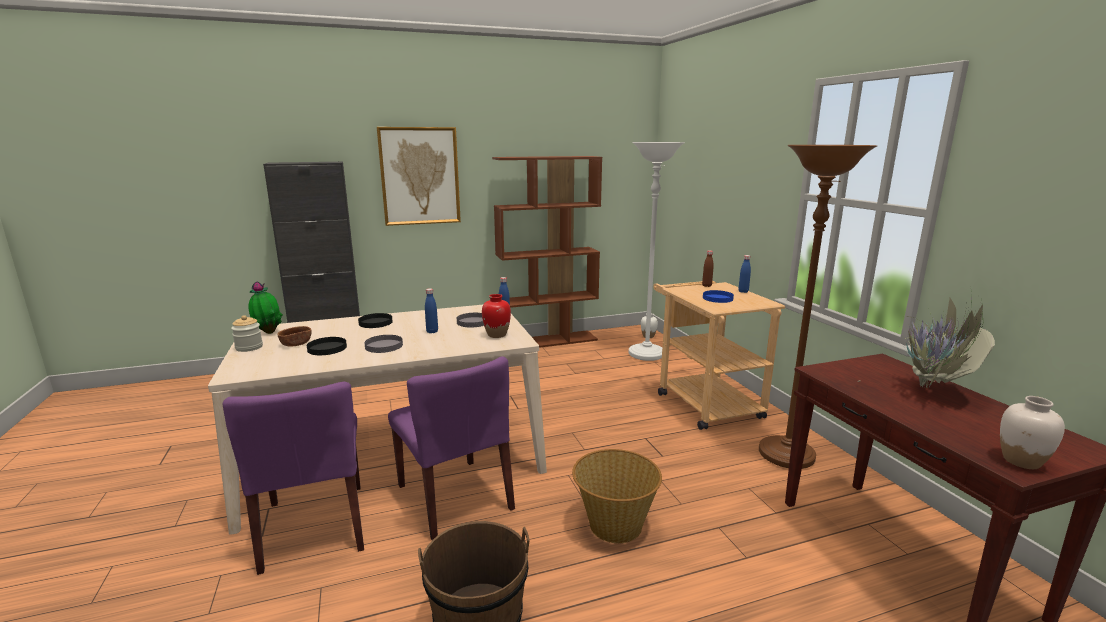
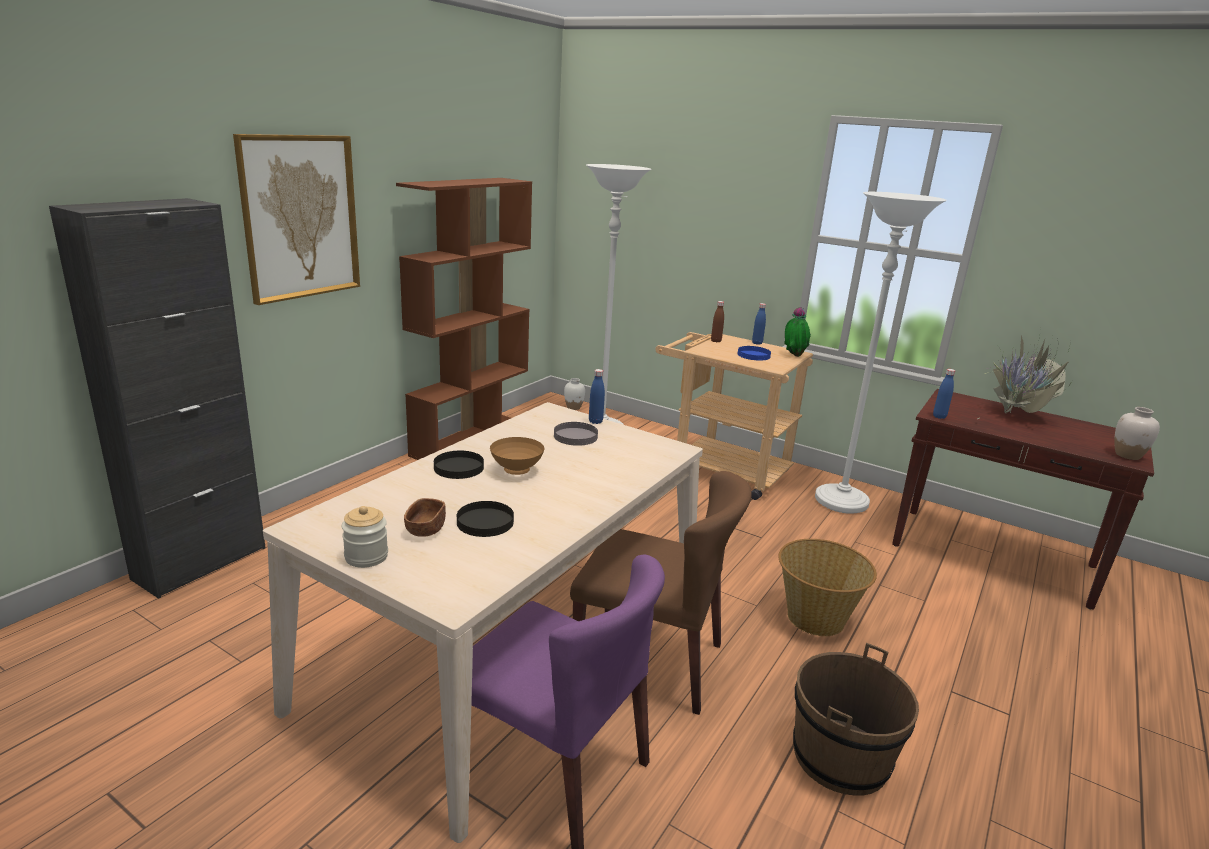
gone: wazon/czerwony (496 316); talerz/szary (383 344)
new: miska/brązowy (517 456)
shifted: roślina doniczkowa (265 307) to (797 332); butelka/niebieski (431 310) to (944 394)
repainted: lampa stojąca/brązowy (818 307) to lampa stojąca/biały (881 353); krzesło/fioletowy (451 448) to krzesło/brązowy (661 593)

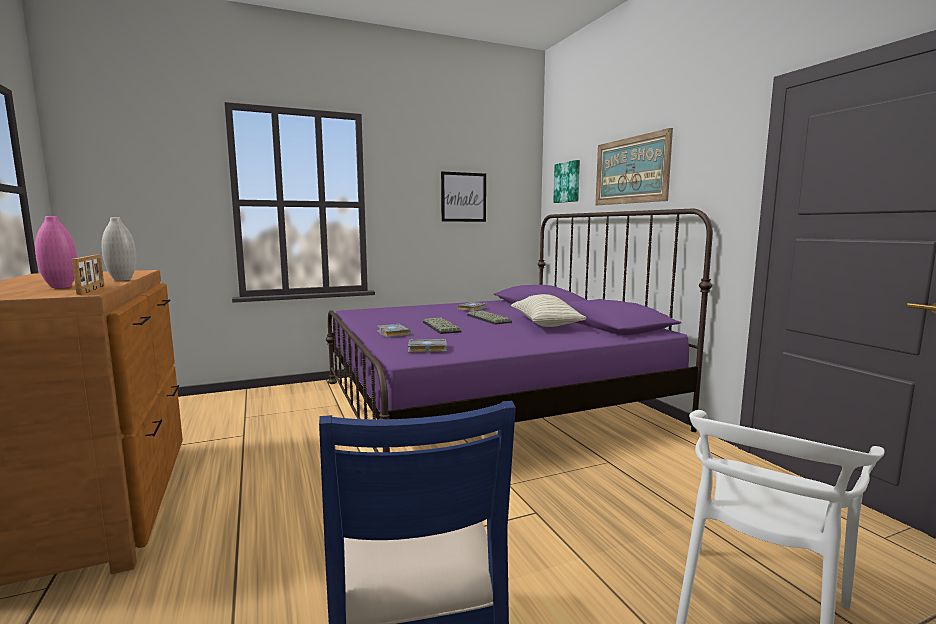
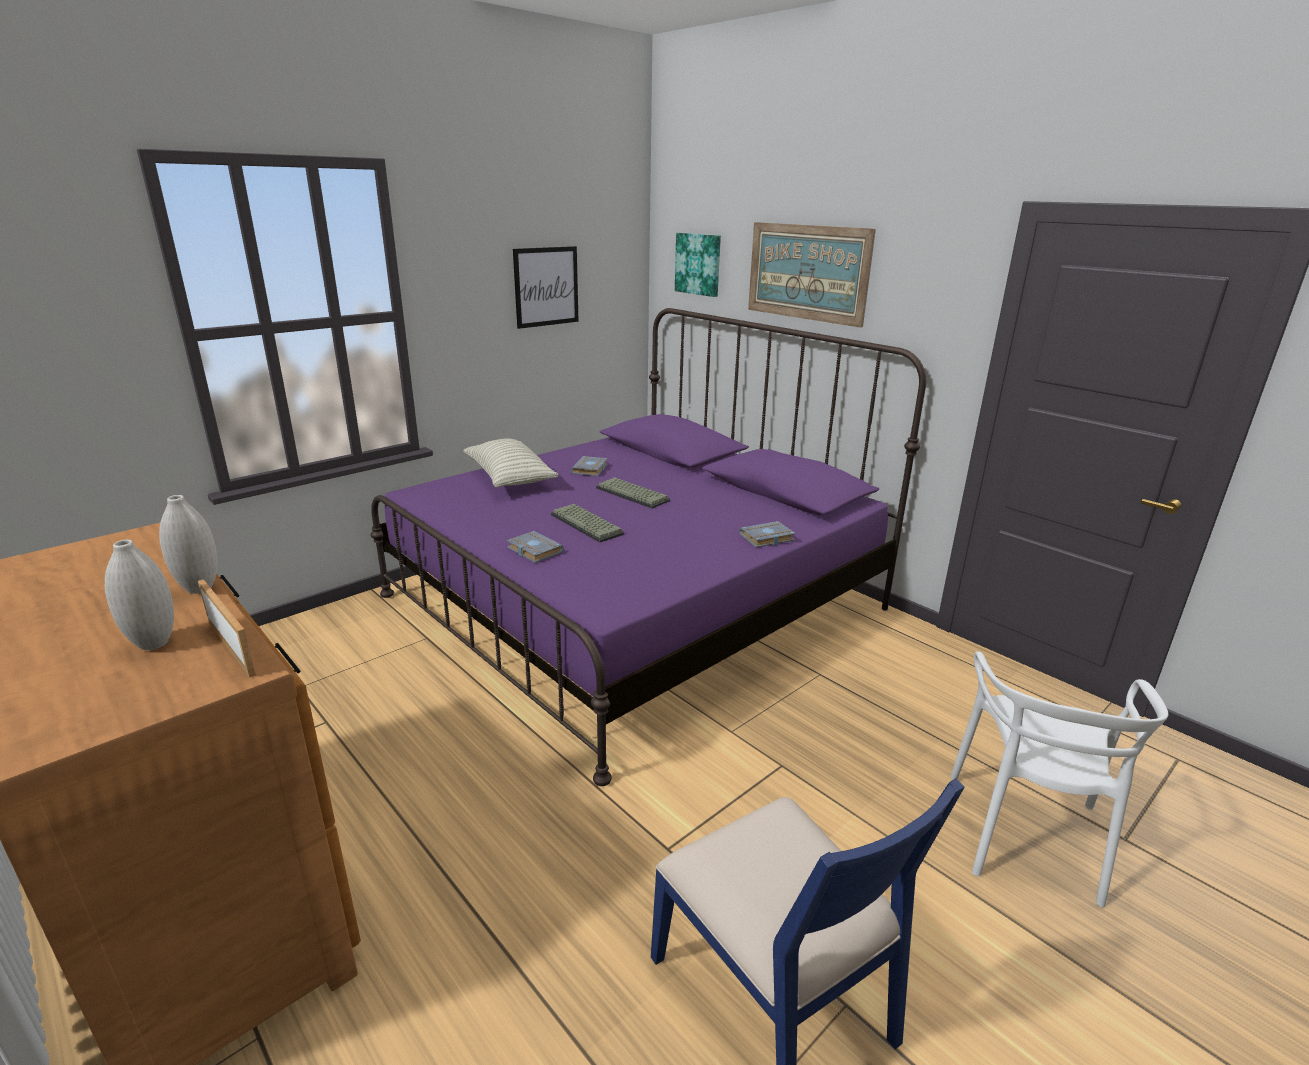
shifted: poduszka (548 310) to (511 463); książka/szary (427 346) to (767 534)
repainted: wazon/różowy (56 252) to wazon/biały (139 595)

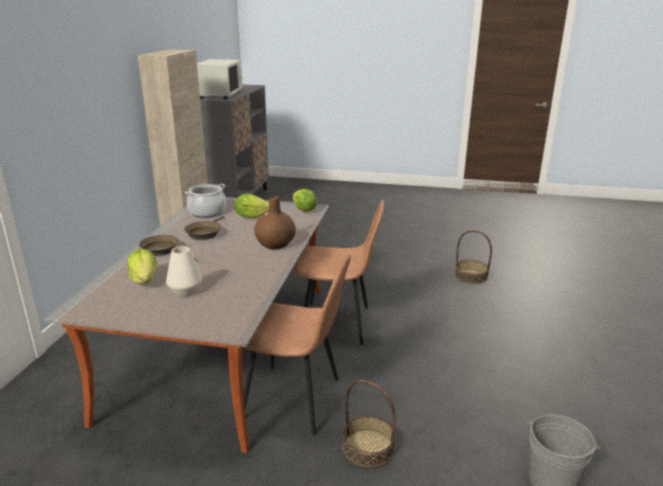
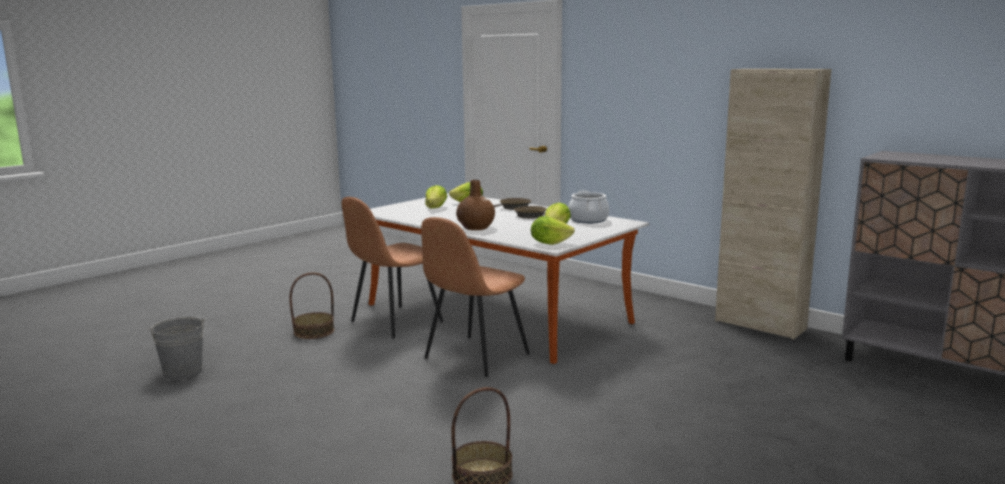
gone: mikrofalówka/biały (220 79)
swapped: wazon/biały (184 271) to sałata (436 196)

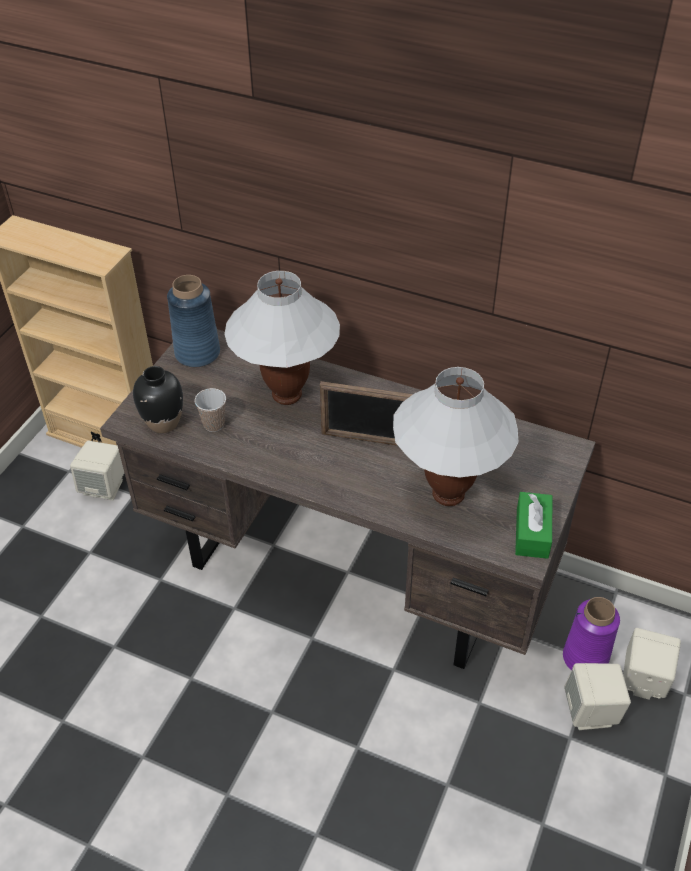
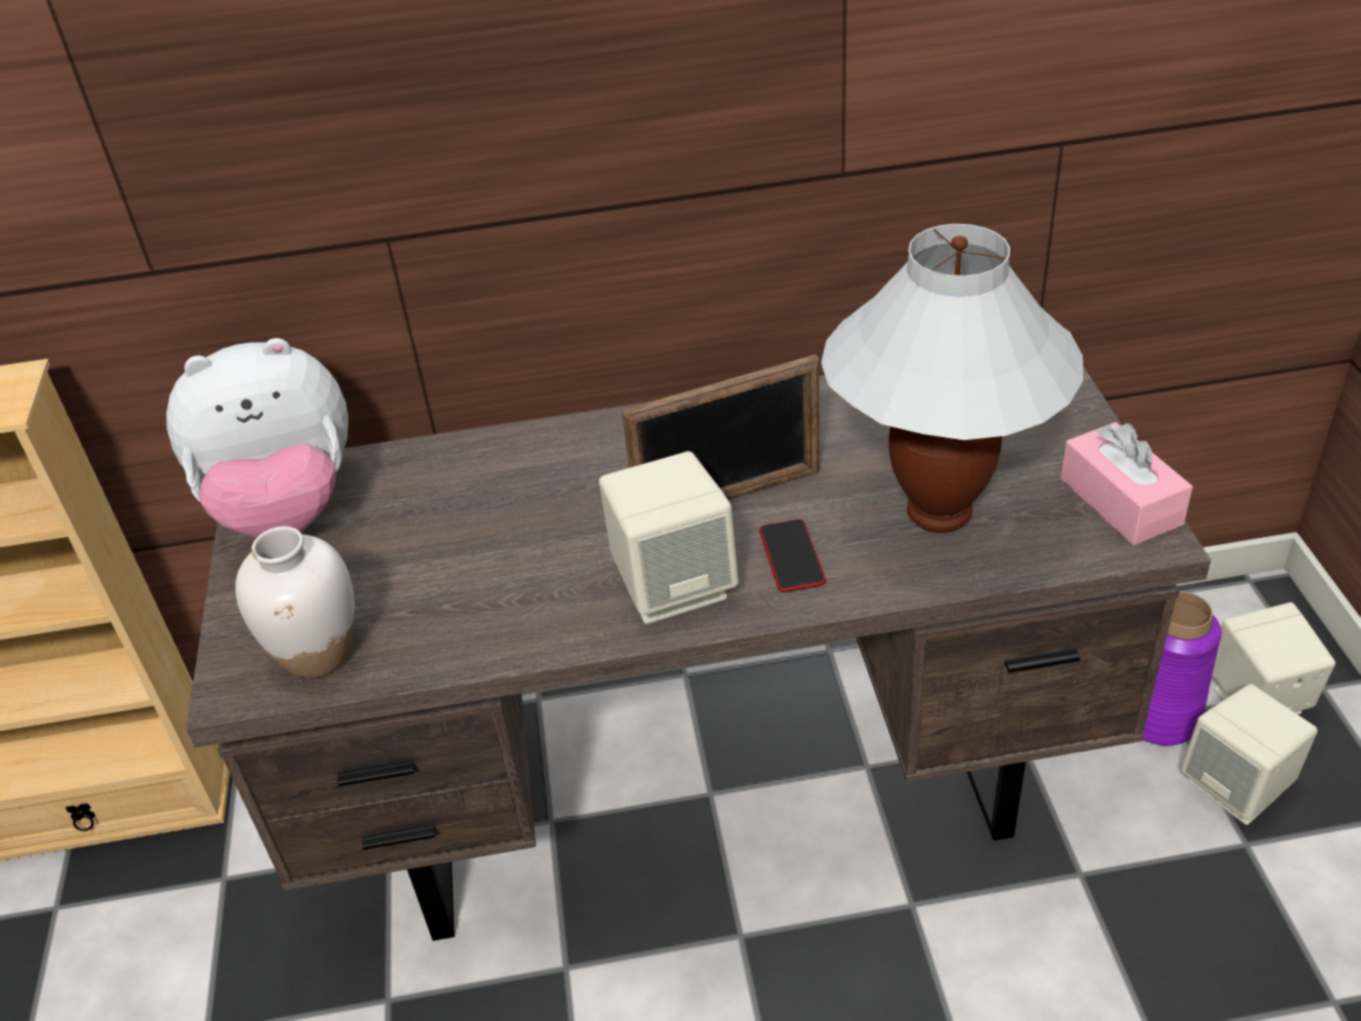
gone: lampa stołowa/biały (282 338); filiżanka (210 410)
new: telefon (792 555)
shifted: głośnik/beżowy (97 471) to (669 537)
swapped: wazon/niebieski (193 321) to pluszak (257 438)
repainted: wazon/czarny (158 399) to wazon/biały (295 602); pudełko chusteczek/zielony (533 525) to pudełko chusteczek/różowy (1127 483)

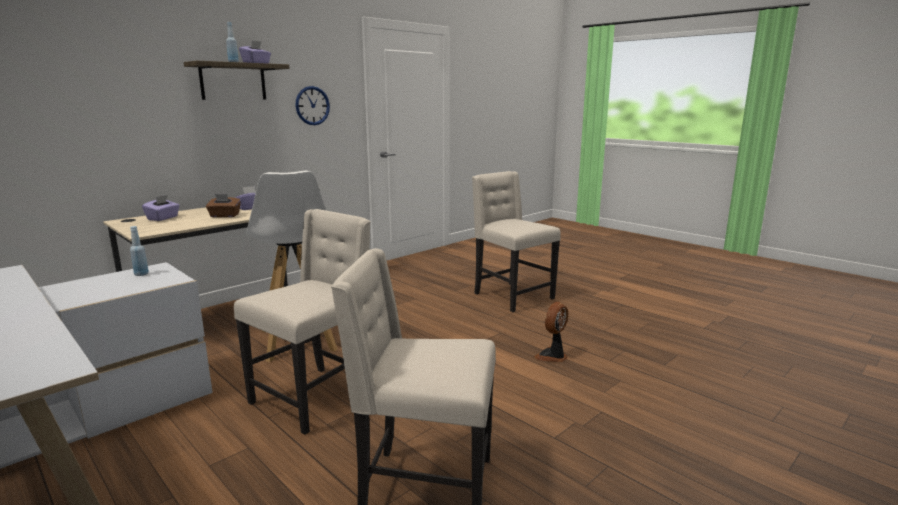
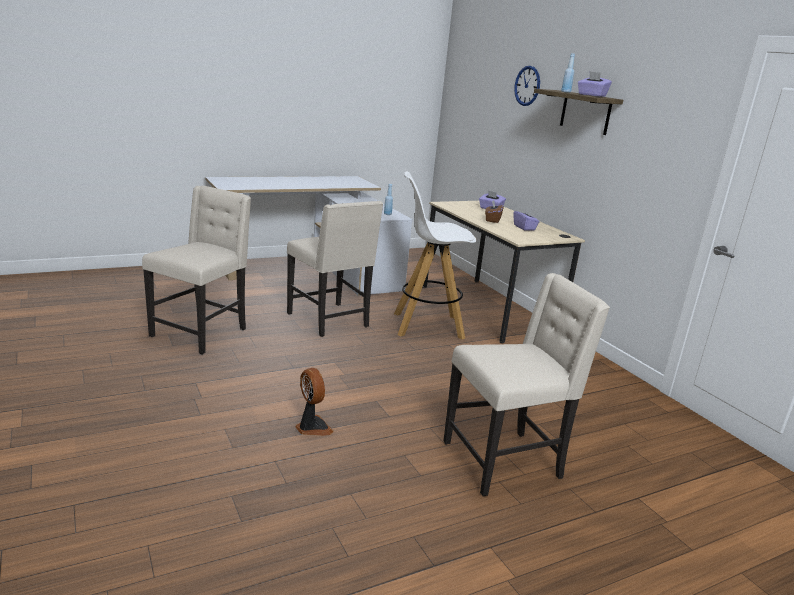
shifted: zegar ścienny (312 105) to (527 86)

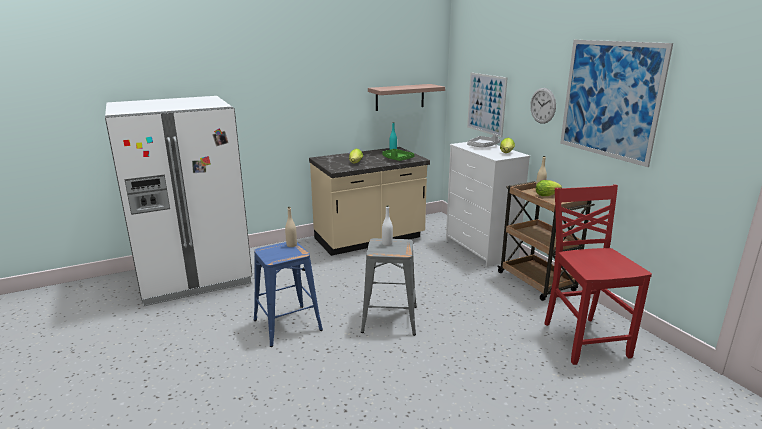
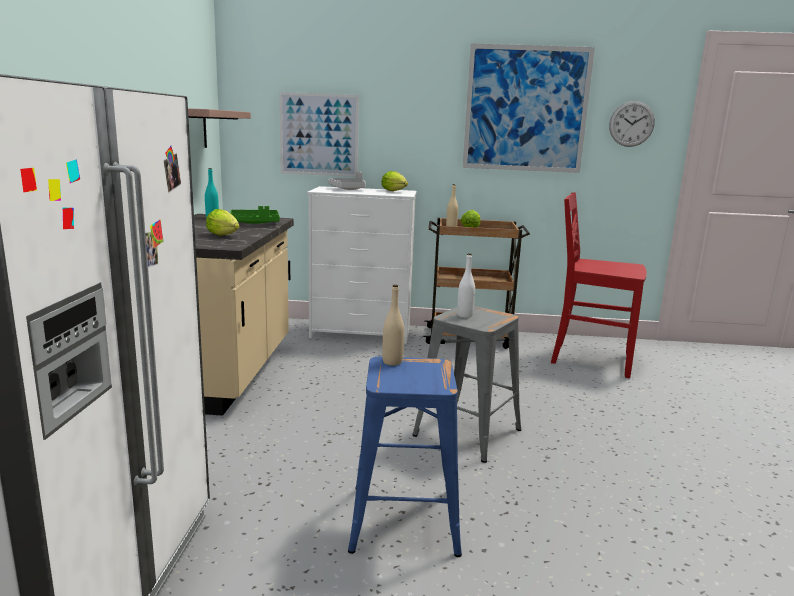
shifted: zegar ścienny (543 106) to (632 124)

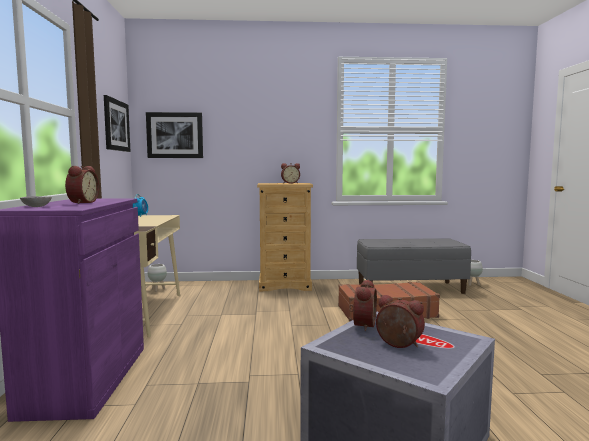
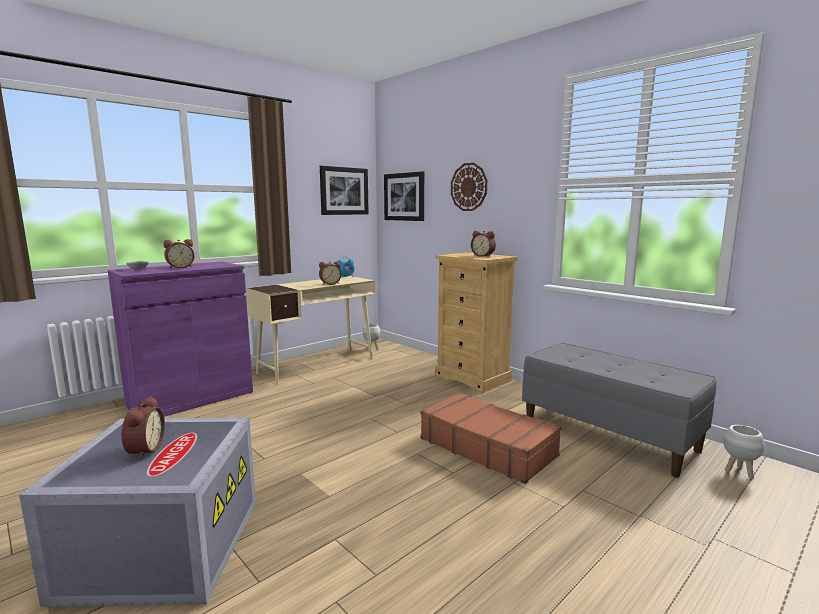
new: zegar ścienny (469 187)
shifted: budzik (363 305) to (330 273)

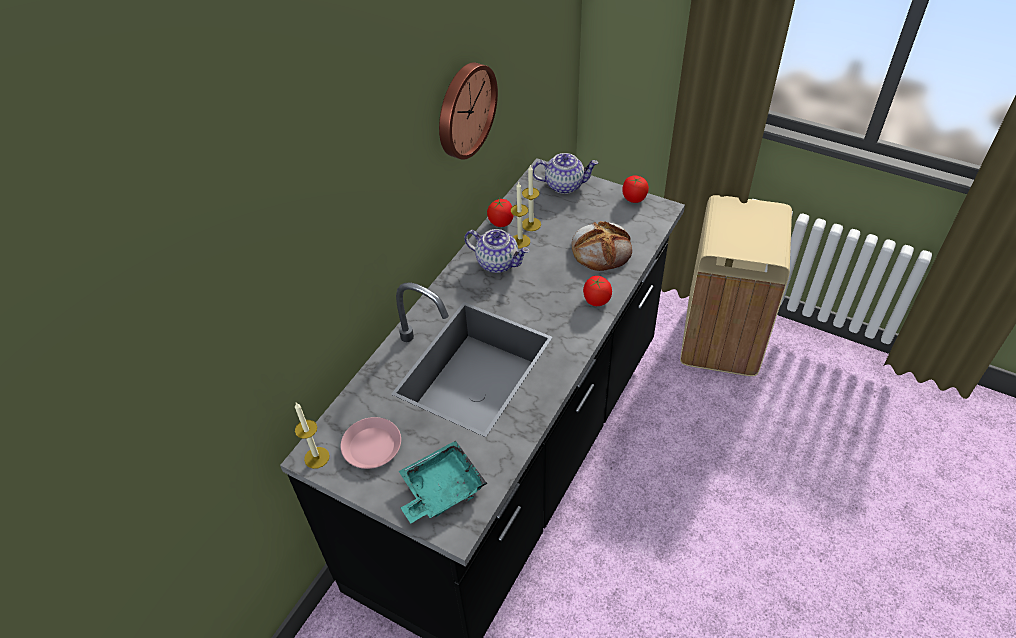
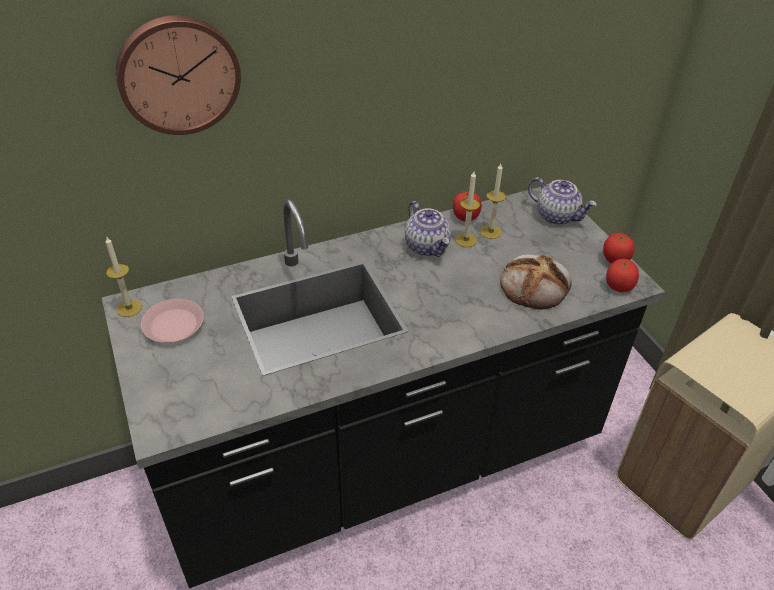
gone: taca/turkusowy (443 482)
shifted: zegar ścienny (468 111) to (178 75); pomidor (597 291) to (622 275)

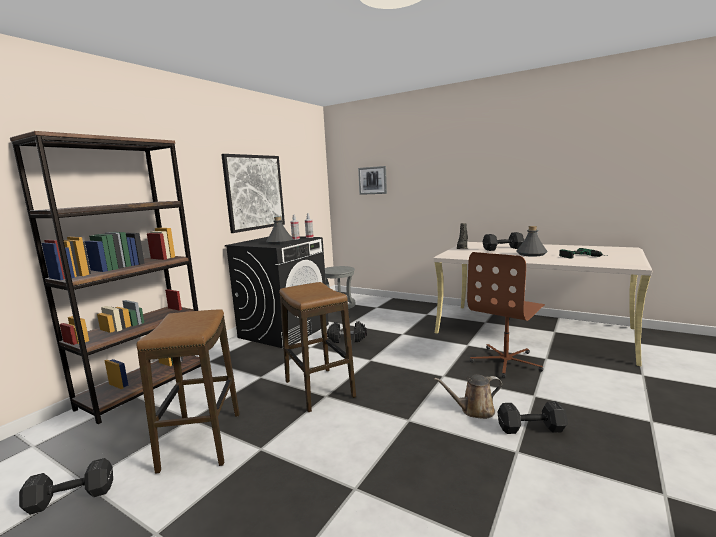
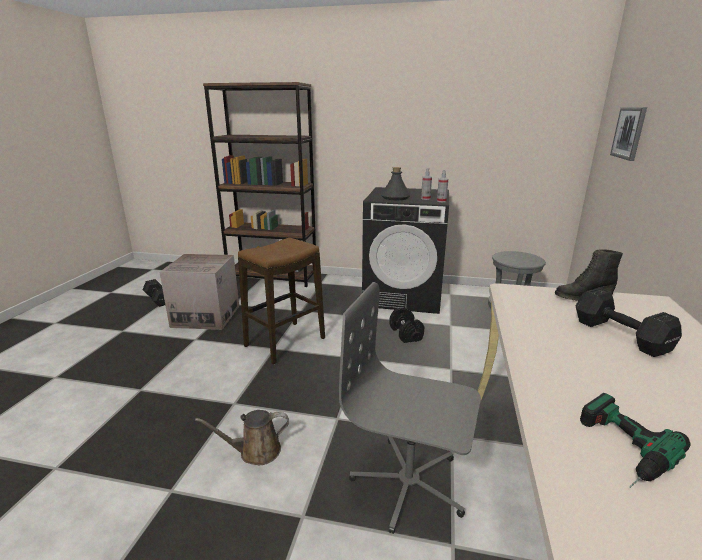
gone: obraz (253 193); butelka/szary (531 241); hantel/czarny (532 417)
swapped: stołek (188 391) to karton (199 292)
repainted: krzesło biurowe/brązowy (506 315) to krzesło biurowe/szary (410 408)
rotated: konewka/brązowy (468 397) = (242 437) 75 degrees counterclockwise

